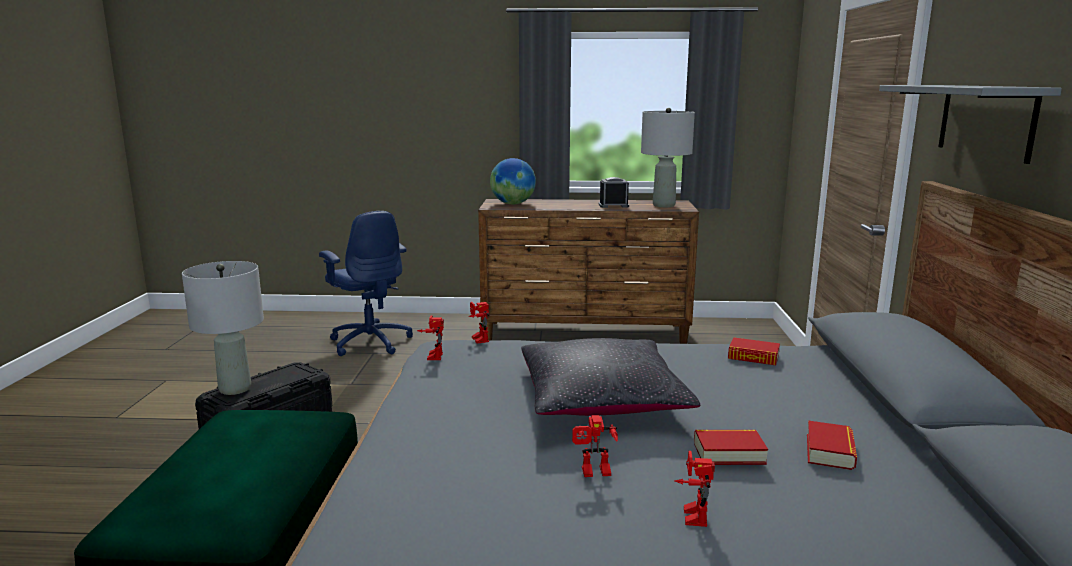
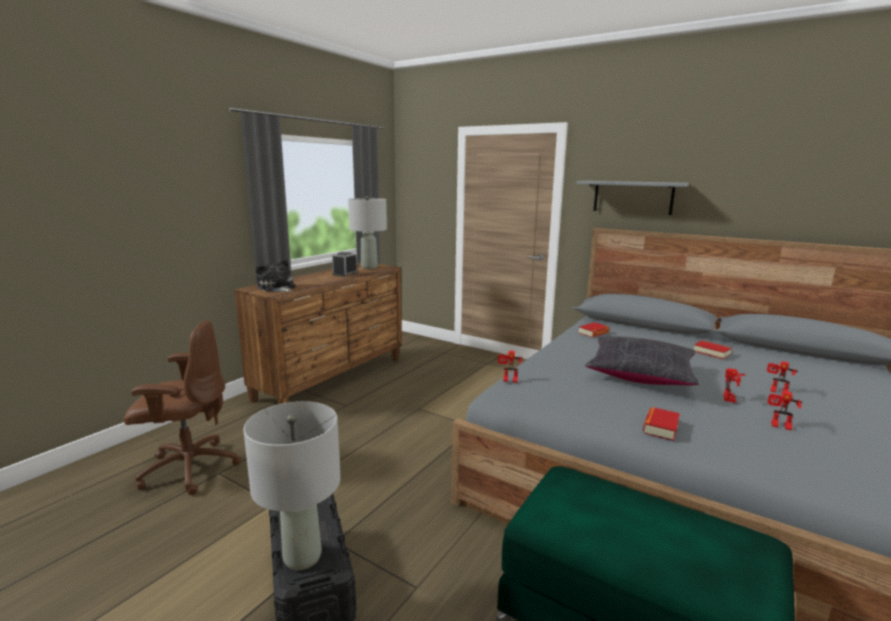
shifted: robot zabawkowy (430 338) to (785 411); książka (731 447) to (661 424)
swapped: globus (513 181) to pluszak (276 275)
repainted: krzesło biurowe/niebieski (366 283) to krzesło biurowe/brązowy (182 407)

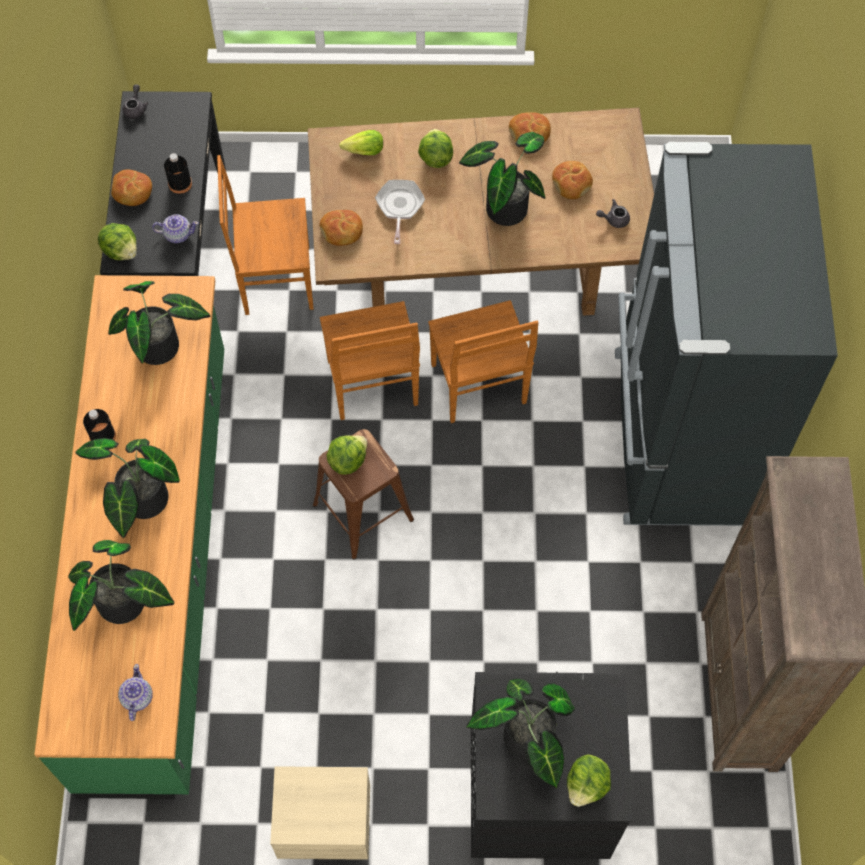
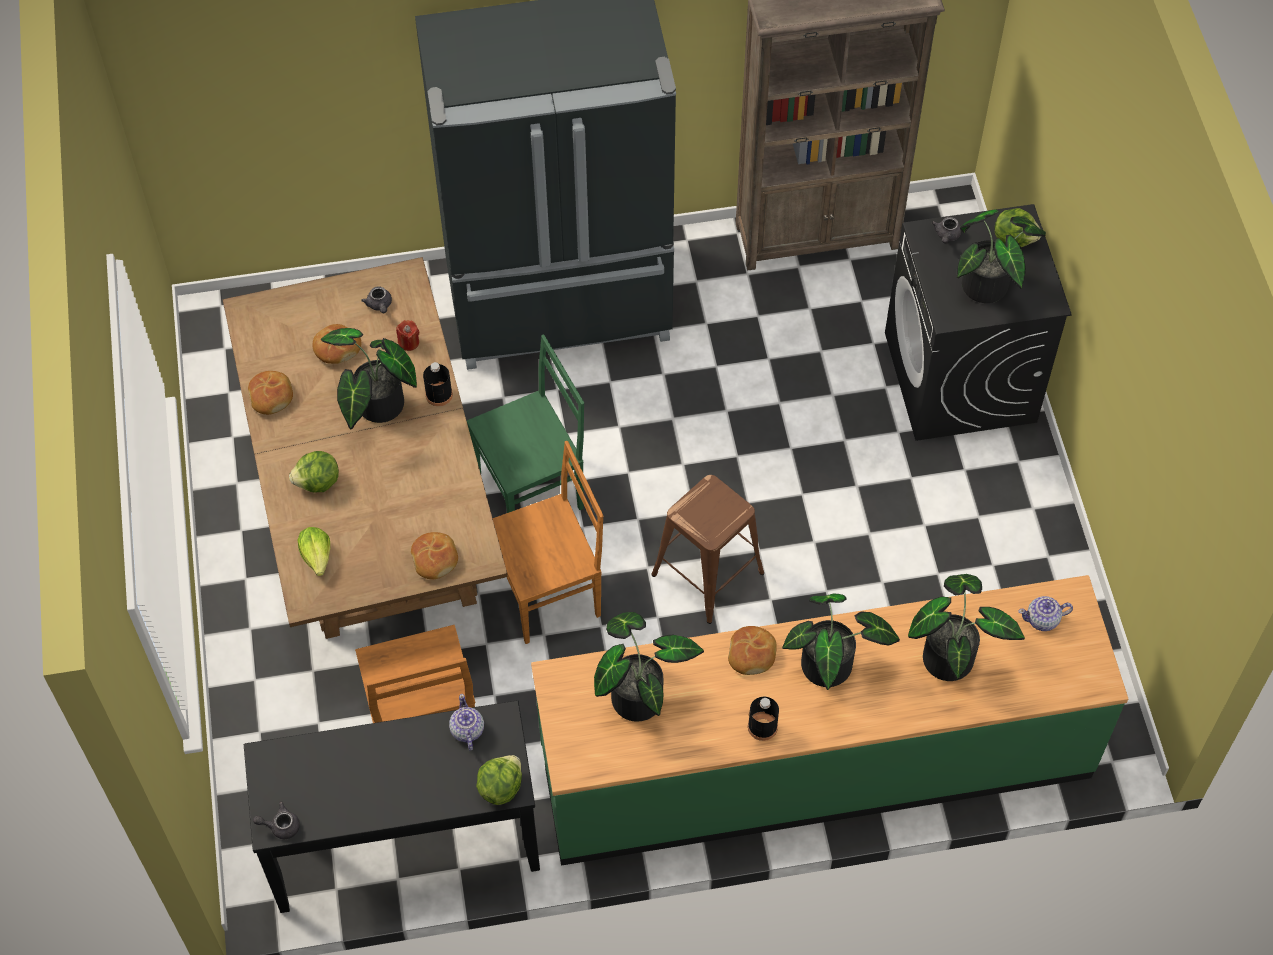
gone: patelnia (400 212); sałata (346 455); szafka nocna/beżowy (320 813)
new: imbryk/szary (946 230); świeca/czerwony (407 335)
shifted: butelka/czarny (178 173) to (438 384); chleb (131 187) to (752 650)
repainted: krzesło/brązowy (483 361) to krzesło/zielony (525 423)

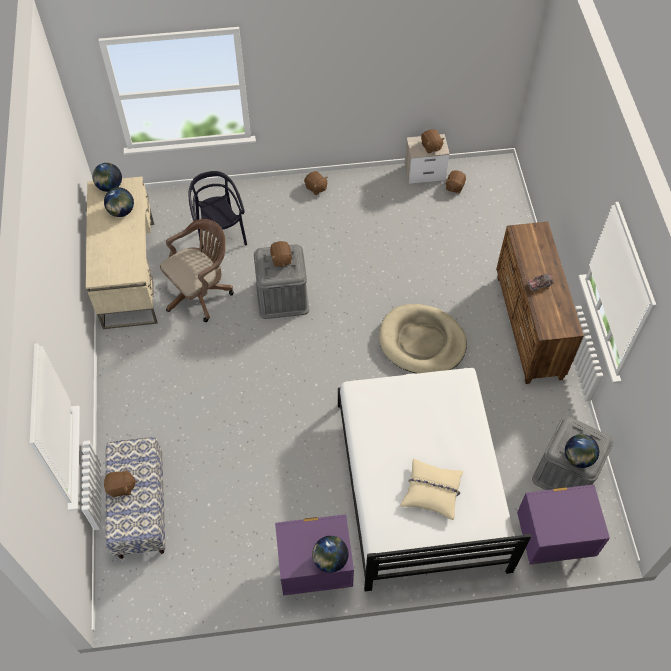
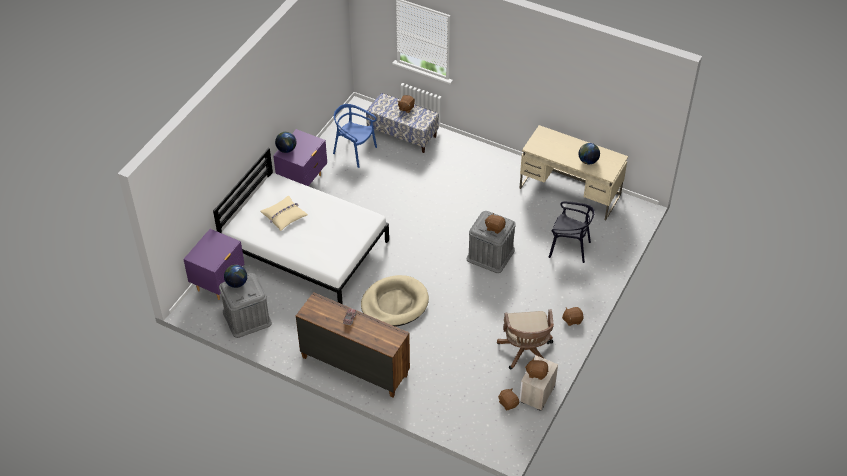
gone: globus (107 177)
new: krzesło/niebieski (355 136)
shifted: krzesło biurowe/brązowy (197 270) to (525 339)

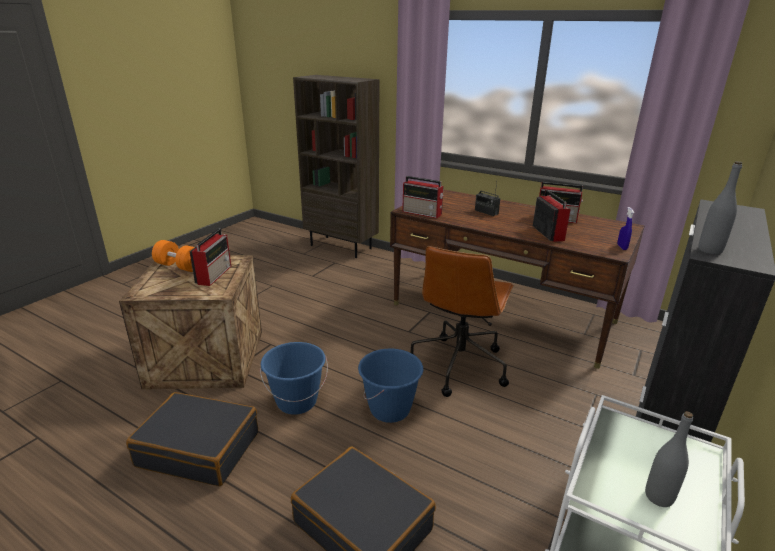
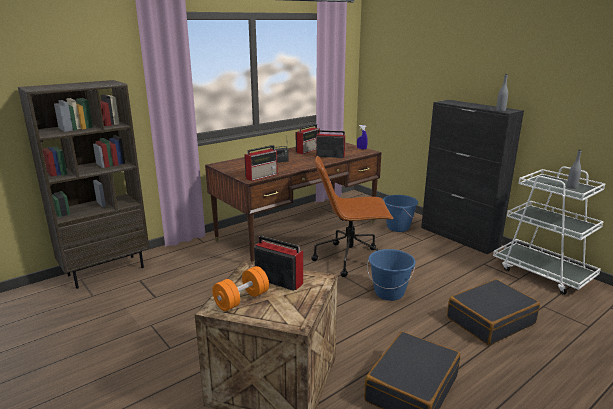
shifted: wiadro/niebieski (294 378) to (400 213)
rotated: krzesło biurowe/brązowy (462 321) = (352 216) 135 degrees clockwise

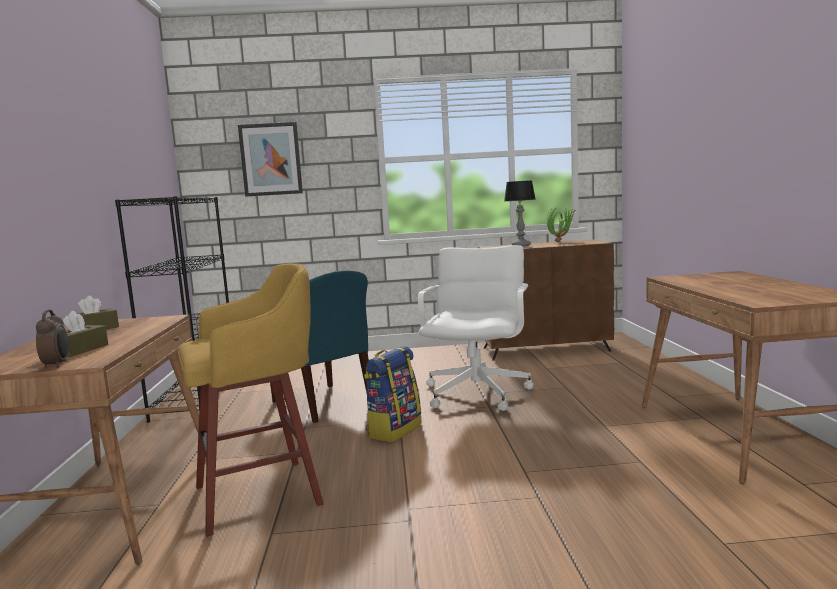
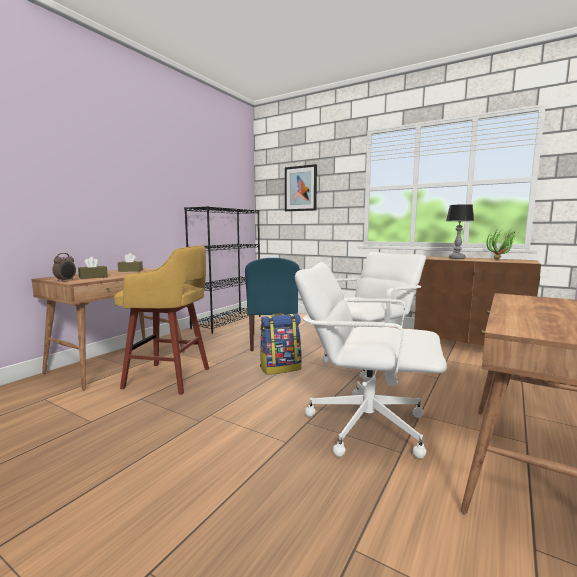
new: krzesło biurowe/biały (371 360)

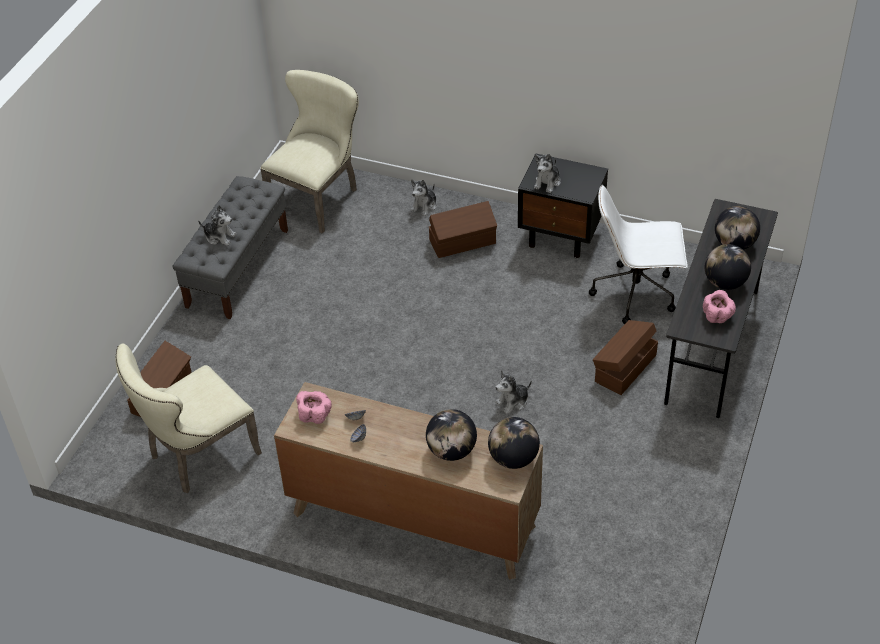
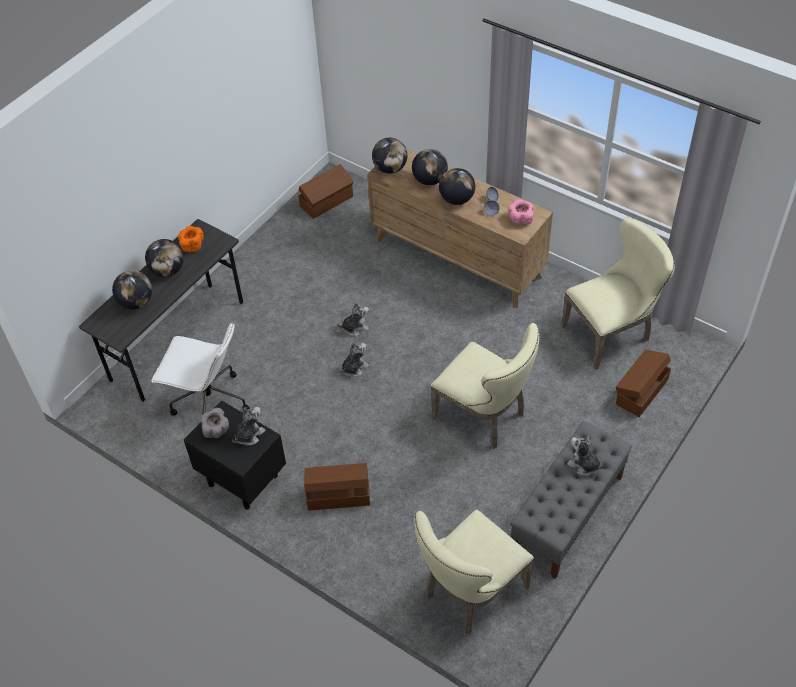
new: globus (457 186); krzesło/beżowy (485 386); miska/szary (215 423)
shifted: pluszak (424 197) to (354 360); pojemnik do przechowywania/brązowy (625 357) to (326 191)
repainted: miska/różowy (719 306) to miska/pomarańczowy (191 239)

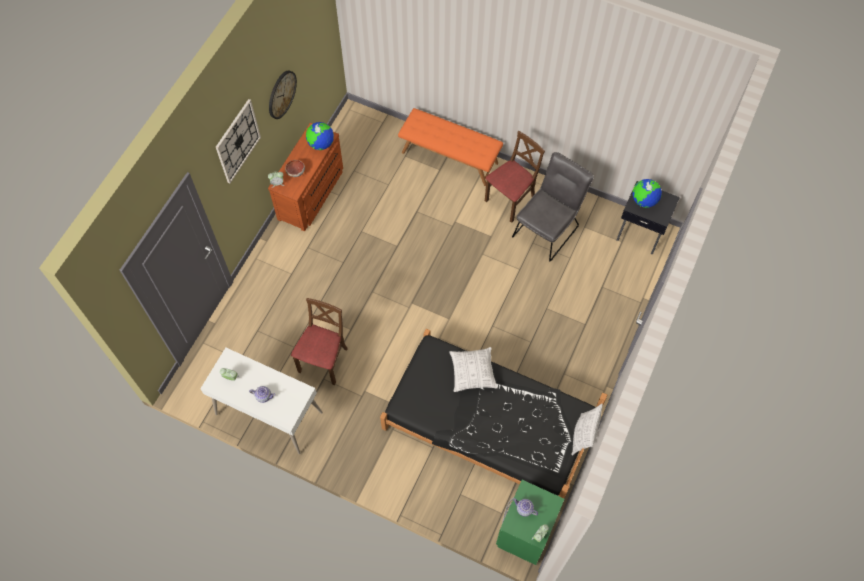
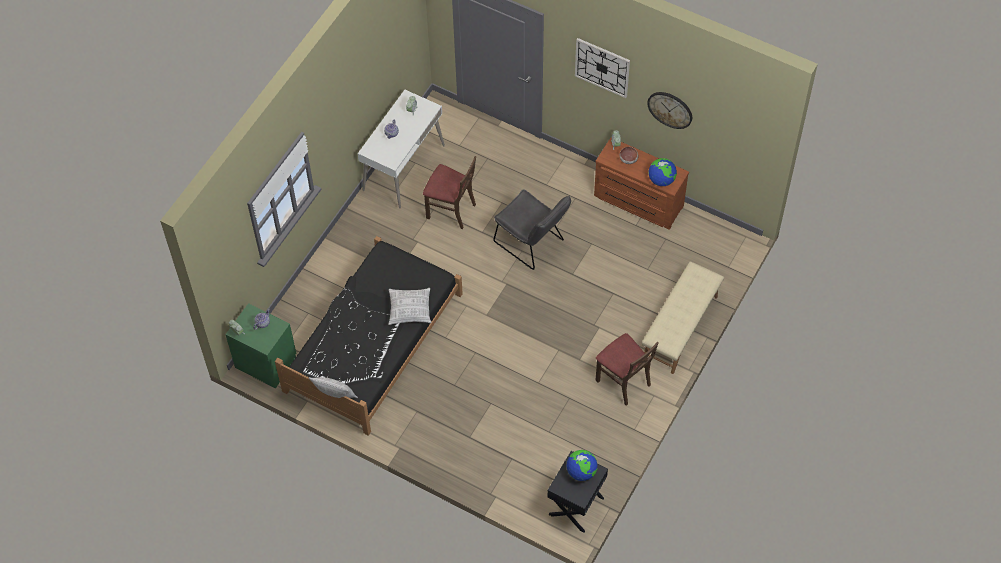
shifted: krzesło/szary (553 206) to (532 229)
repainted: ławka/pomarańczowy (450 147) to ławka/beżowy (683 317)

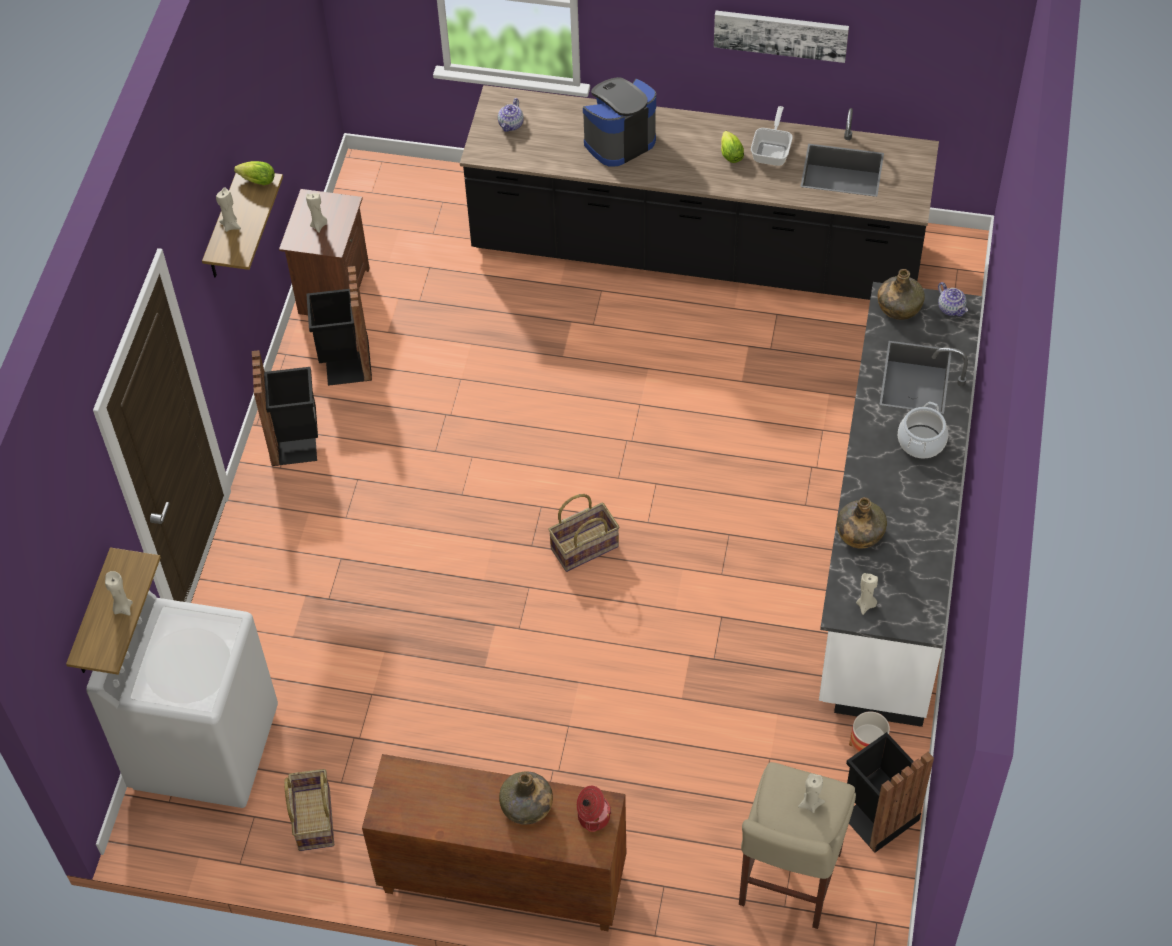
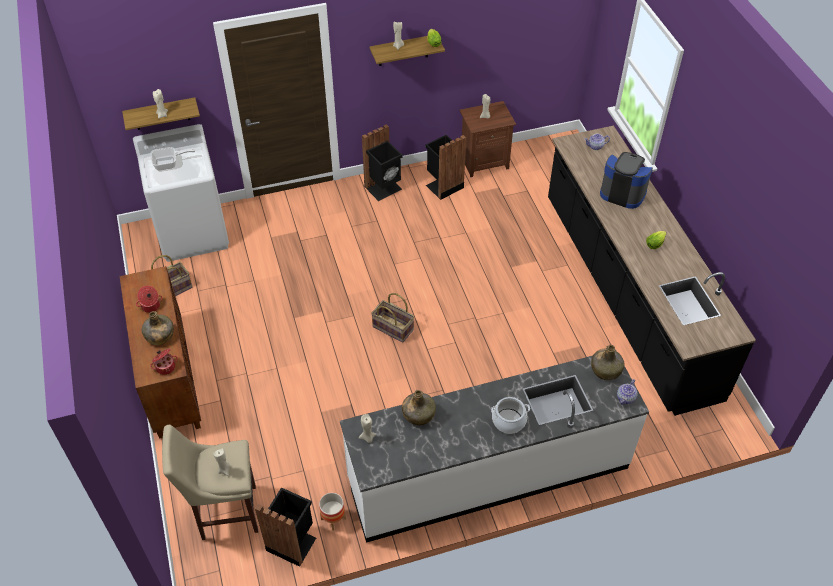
gone: obraz (781 37)
new: garnek (149 299)
shifted: patelnia (772 136) to (173 159)

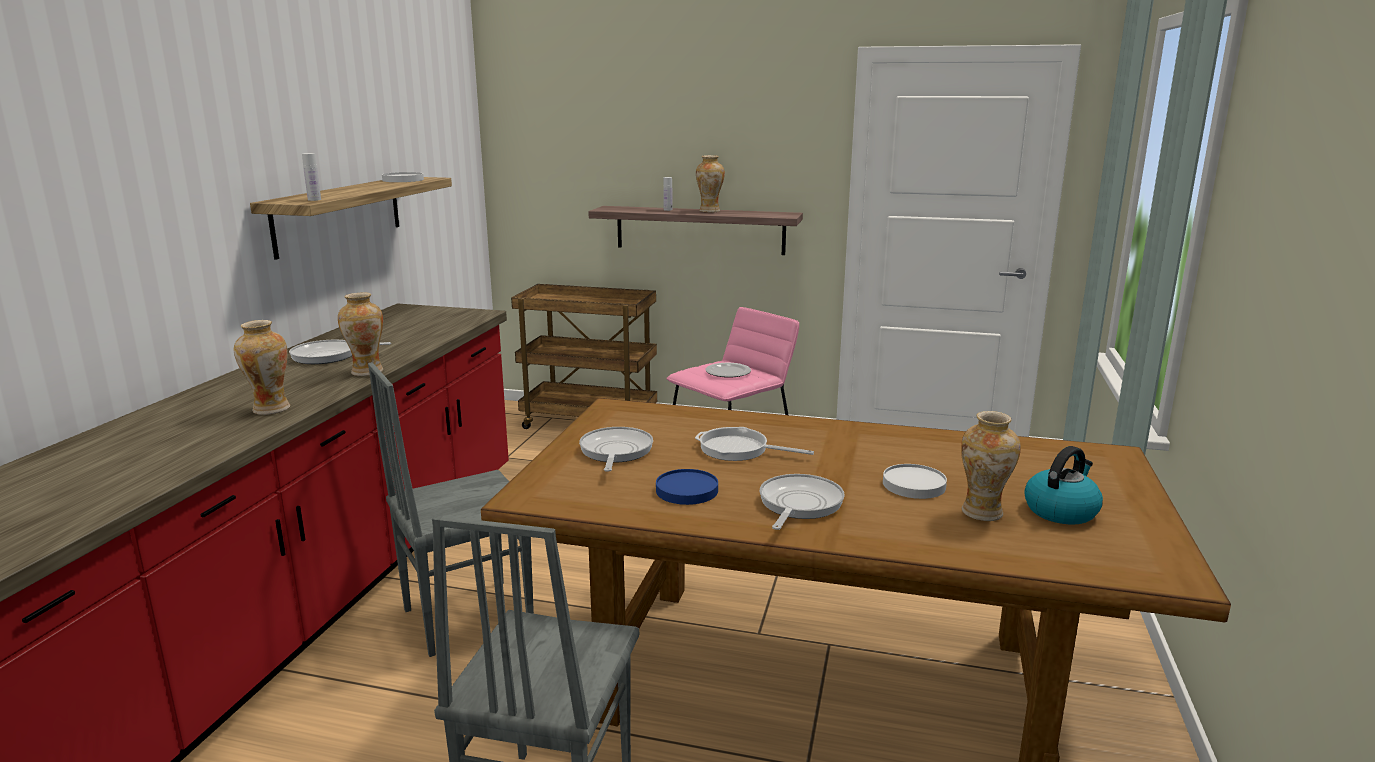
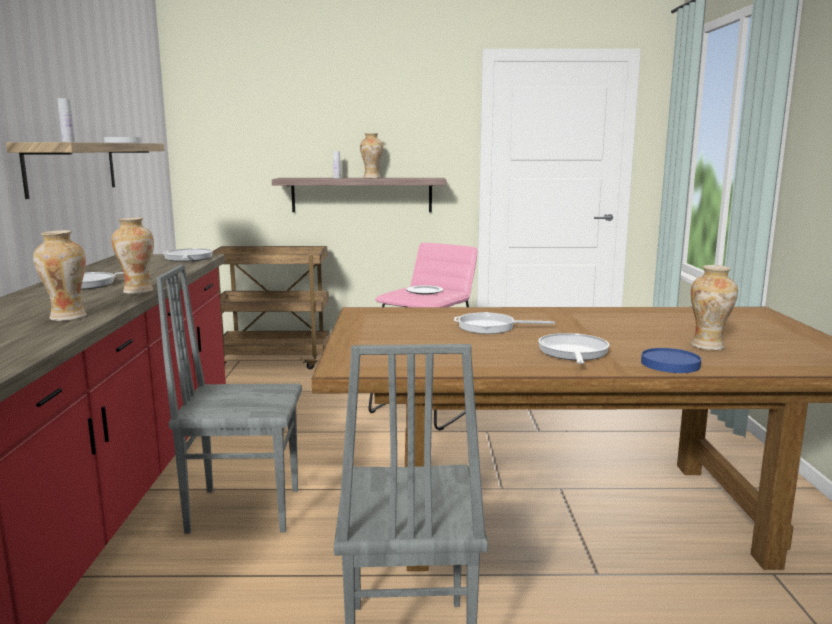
gone: czajnik (1063 485); talerz/biały (915 481)
shifted: patelnia (616 449) to (188 255); talerz/niebieski (687 487) to (671 360)
rotated: krzesło/szary (451 509) = (229 399) 45 degrees clockwise

